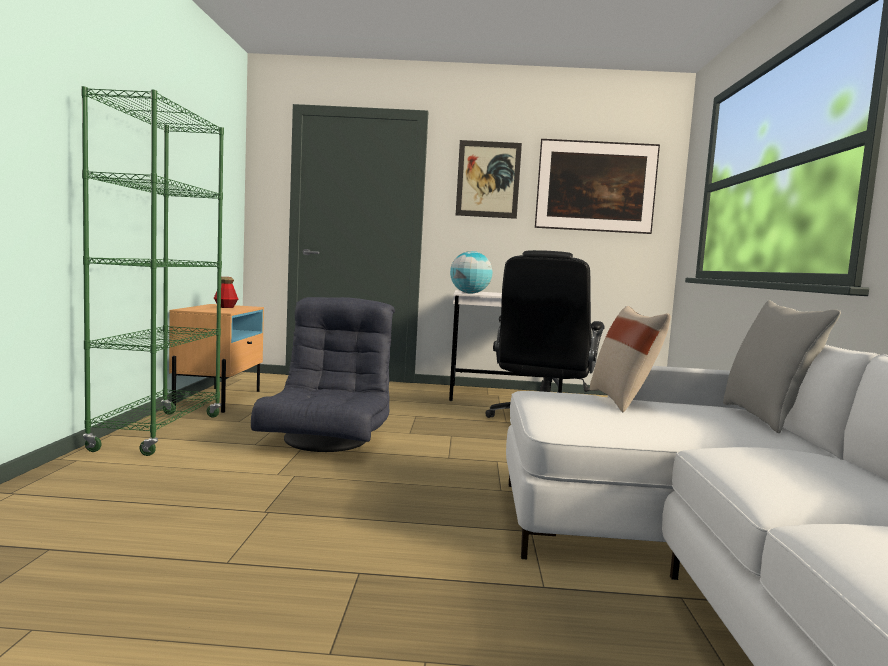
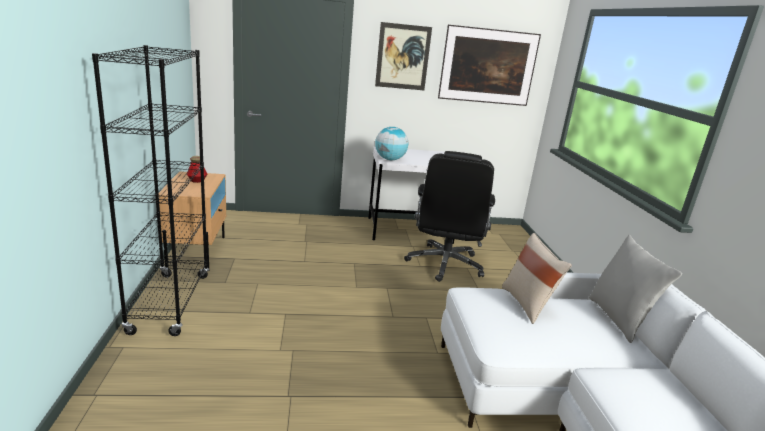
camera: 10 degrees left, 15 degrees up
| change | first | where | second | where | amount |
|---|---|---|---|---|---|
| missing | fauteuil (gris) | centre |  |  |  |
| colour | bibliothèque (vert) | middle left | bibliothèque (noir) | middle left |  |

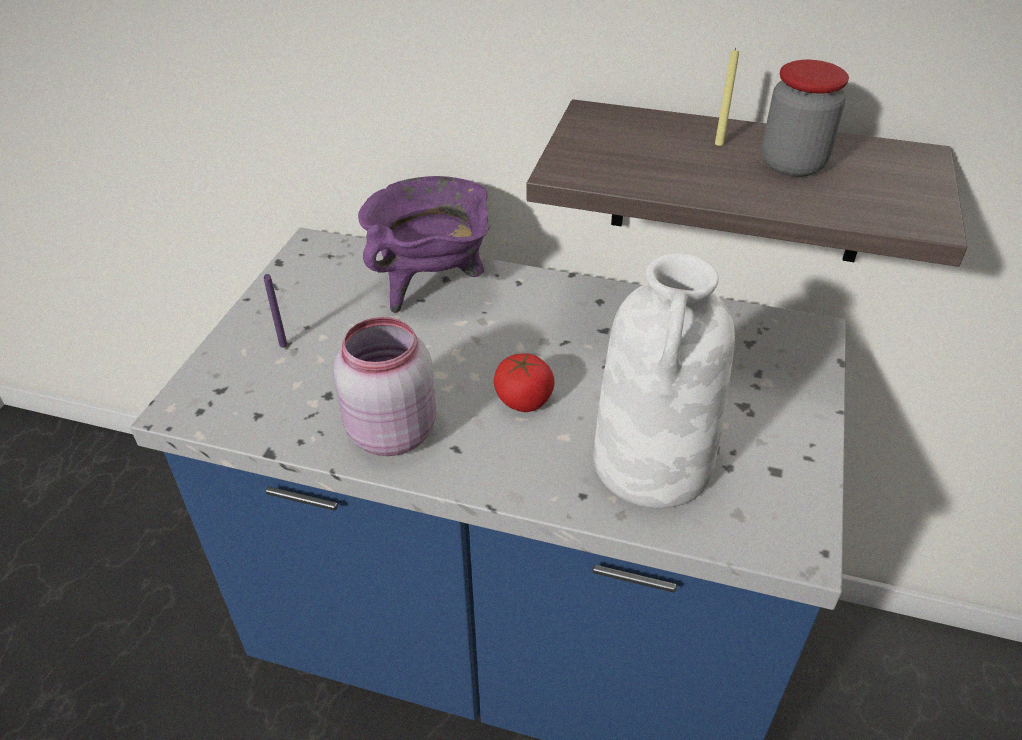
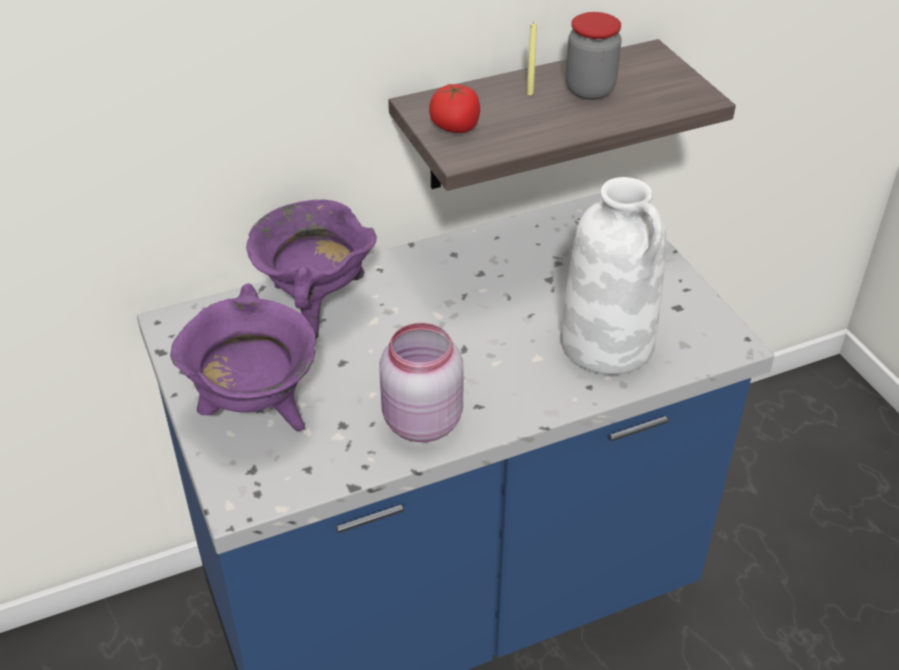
camera: 40 degrees left, 0 degrees up
| change | first | where | second | where | amount |
|---|---|---|---|---|---|
| relocated | tomate | centre |  | top centre |  |
| exchanged | bougie (violet) | middle left | marmite (violet) (no. 1 from left) | middle left |  |

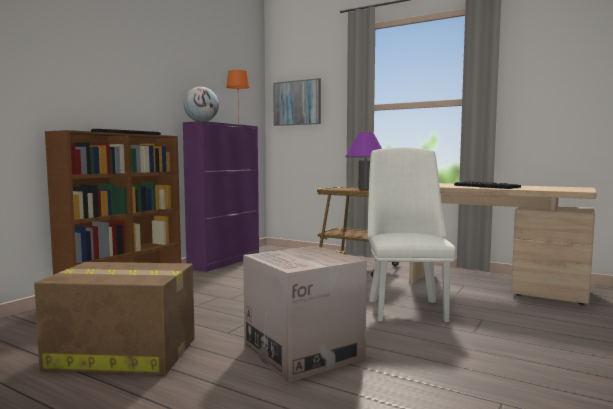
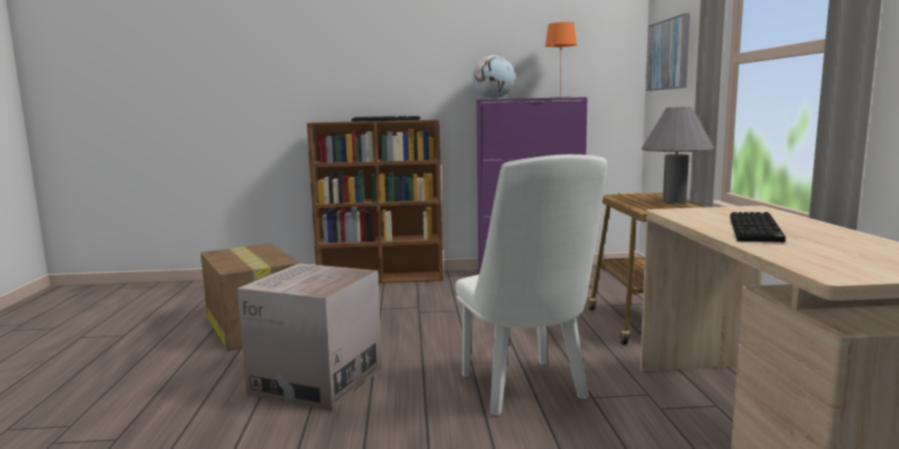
camera: 55 degrees right, 5 degrees up
| change | first | where | second | where | amount |
|---|---|---|---|---|---|
| colour | lampe de table (violet) | centre | lampe de table (gris) | middle right |  |
| spun | chaise (blanc) | middle right |  | centre | 105 degrees clockwise |

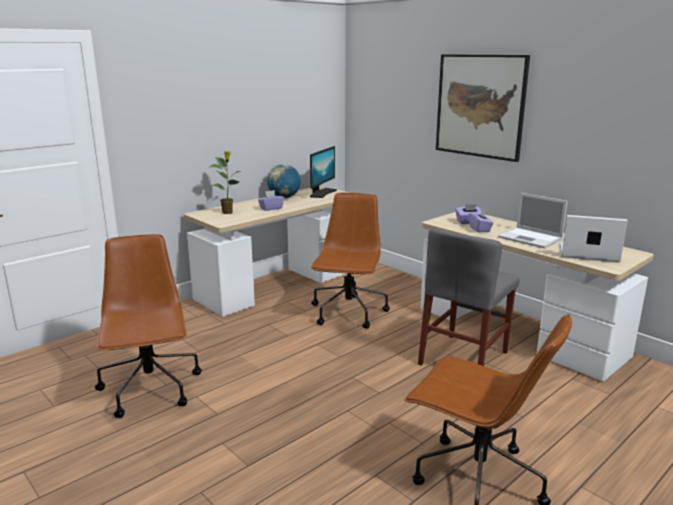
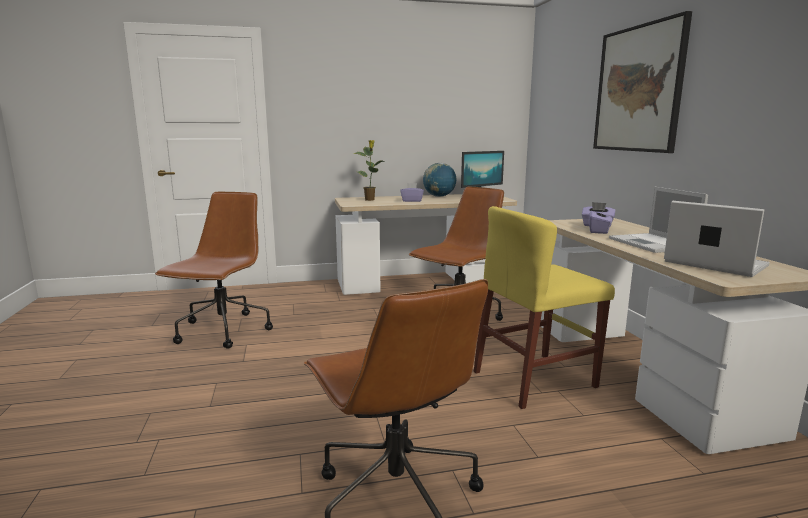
camera: 30 degrees right, 5 degrees down
| change | first | where | second | where | amount |
|---|---|---|---|---|---|
| colour | chaise (gris) | middle right | chaise (jaune) | middle right |  |

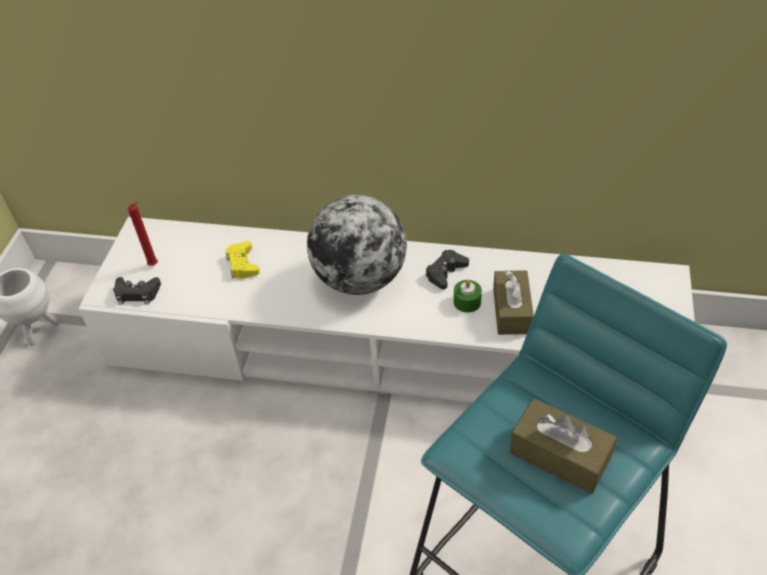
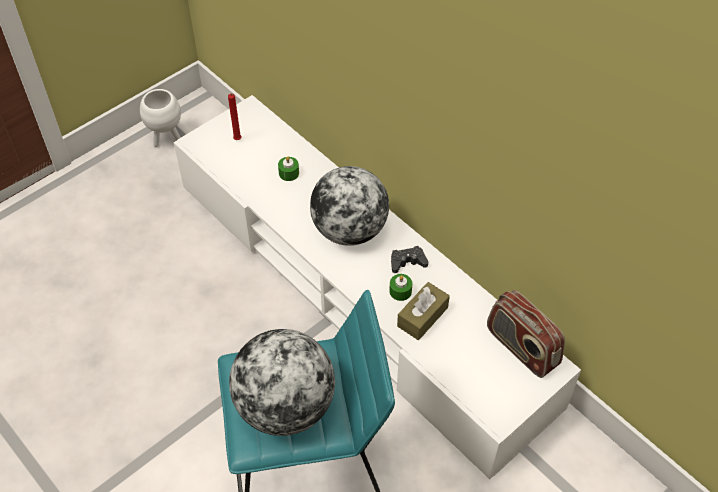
camera: 35 degrees right, 5 degrees up
| change | first | where | second | where | amount |
|---|---|---|---|---|---|
| missing | manette (noir) (no. 1 from left) | middle left |  |  |  |
| appeared |  |  | radio | bottom right |  |
| exchanged | manette (jaune) | middle left | bougie (vert) (no. 1 from left) | centre |  |
| exchanged | boîte à mouchoirs (marron) (no. 2 from left) | bottom right | globe (no. 1 from left) | bottom centre |  |

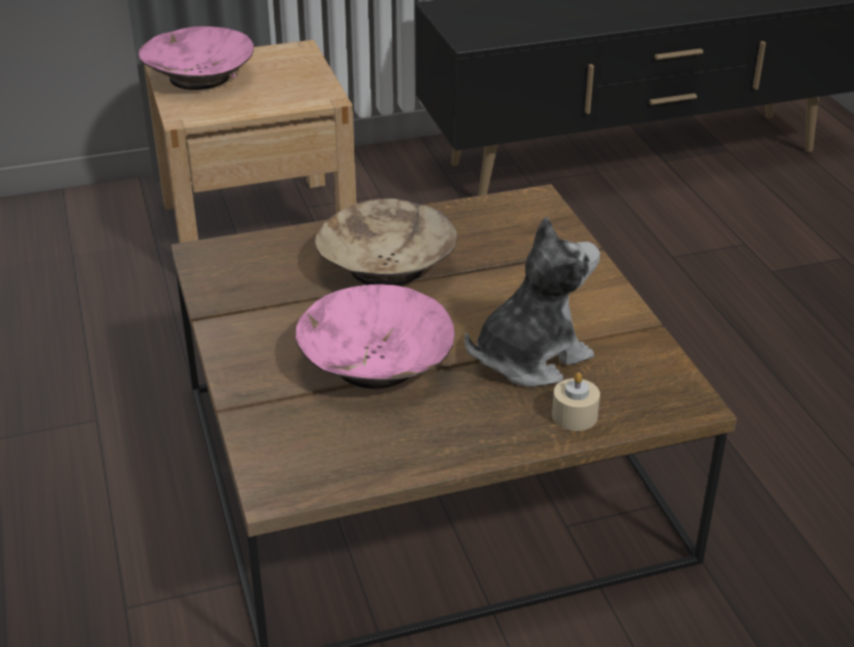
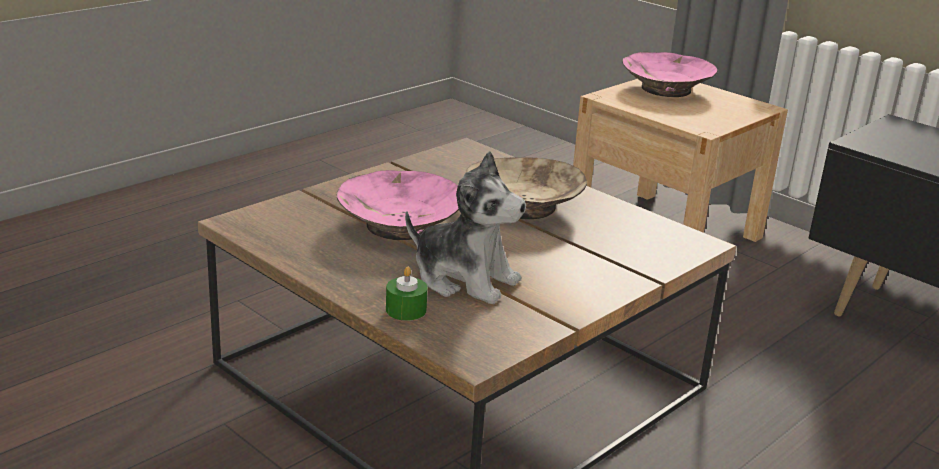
camera: 60 degrees right, 10 degrees down
| change | first | where | second | where | amount |
|---|---|---|---|---|---|
| colour | bougie (beige) | middle right | bougie (vert) | centre |  |

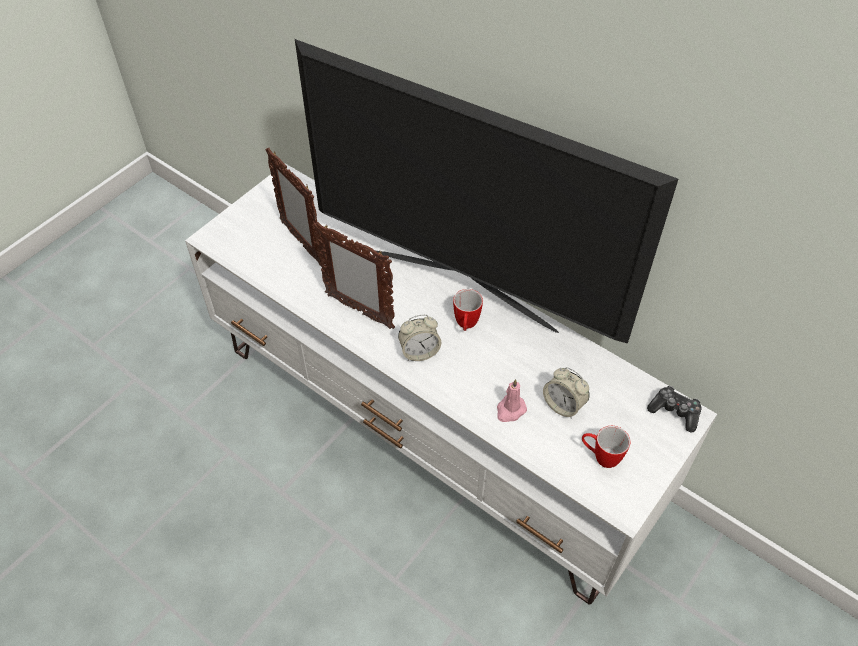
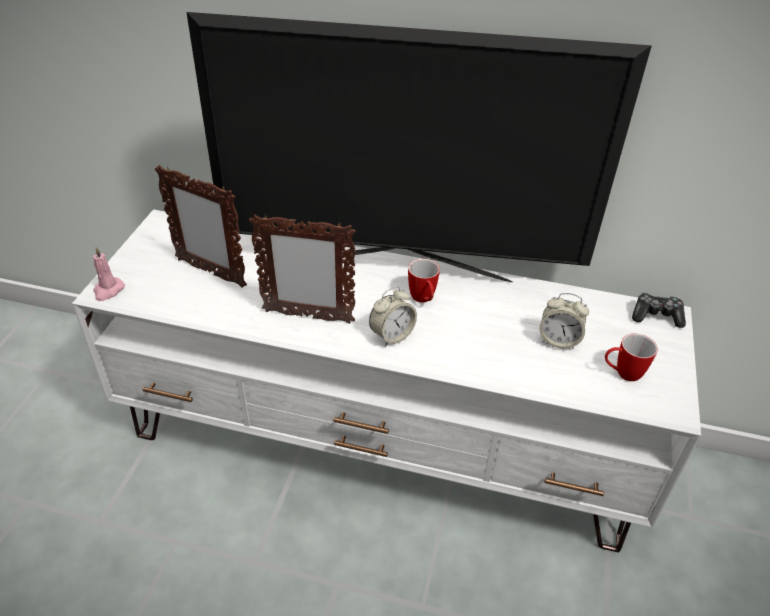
camera: 25 degrees left, 10 degrees down
| change | first | where | second | where | amount |
|---|---|---|---|---|---|
| relocated | bougie (rose) | centre |  | middle left |  |

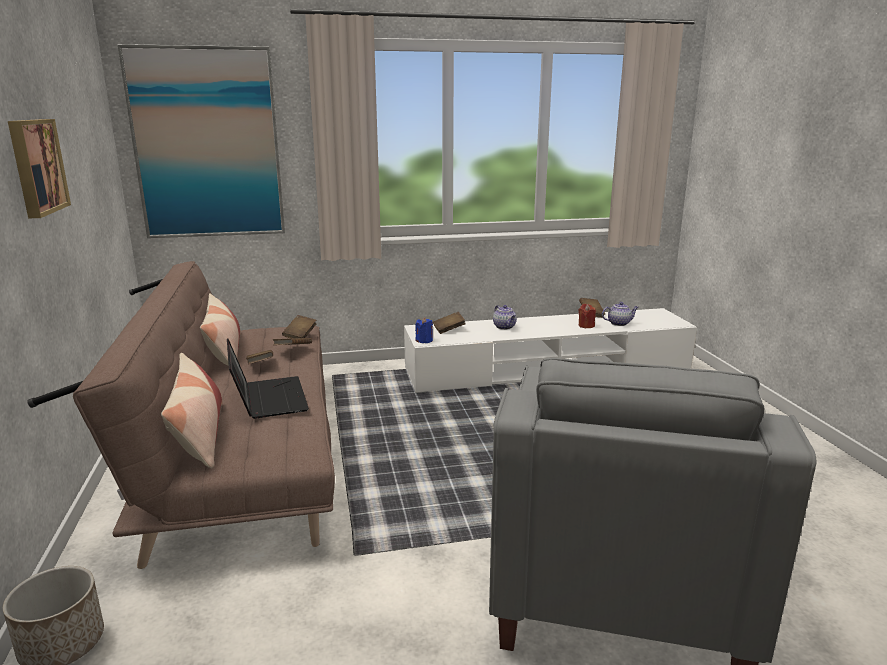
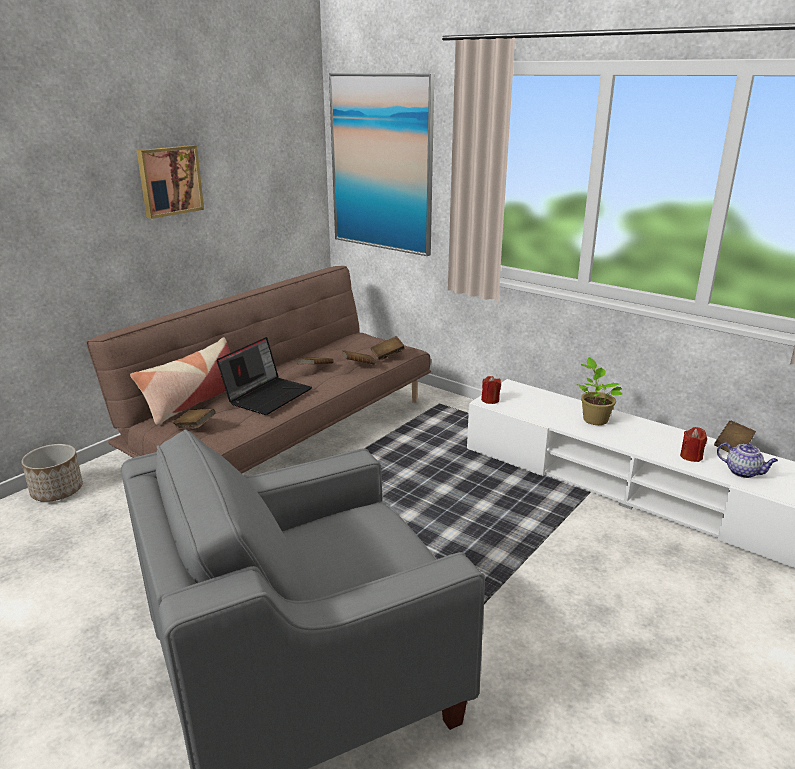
camera: 50 degrees right, 5 degrees up
| change | first | where | second | where | amount |
|---|---|---|---|---|---|
| missing | coussin (no. 2 from left) | middle left |  |  |  |
| relocated | livre (marron) (no. 4 from left in the first image) | centre | livre (marron) (no. 1 from left) | middle left |  |
| exchanged | théière (no. 1 from left) | centre | plante en pot | middle right |  |
| colour | bougie (bleu) | centre | bougie (rouge) (no. 1 from left) | centre |  |

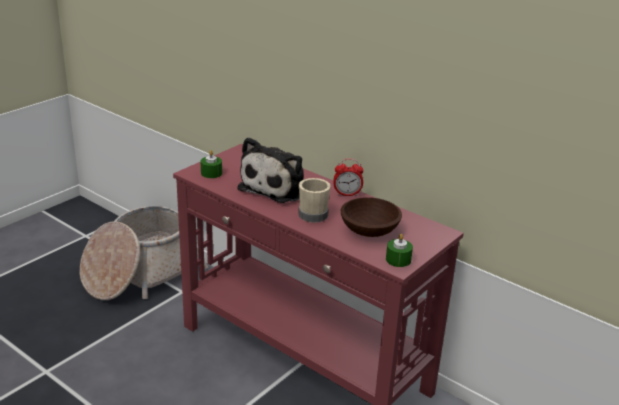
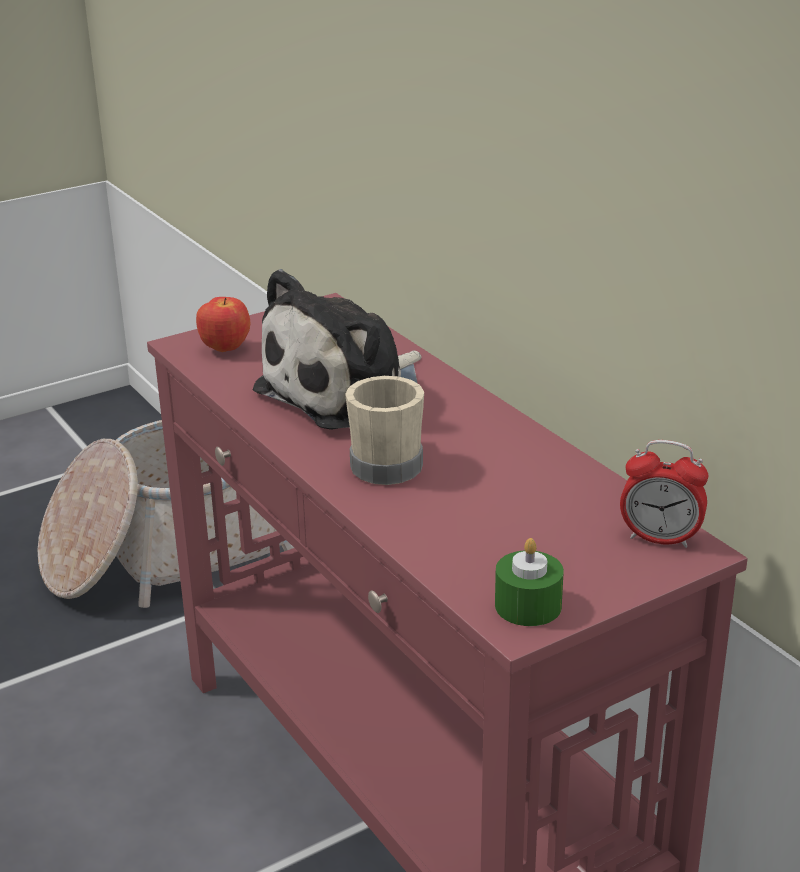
camera: 20 degrees right, 0 degrees up
| change | first | where | second | where | amount |
|---|---|---|---|---|---|
| missing | bol (marron) | centre |  |  |  |
| relocated | réveil | centre |  | middle right |  |
| exchanged | bougie (vert) (no. 1 from left) | centre | pomme | middle left |  |

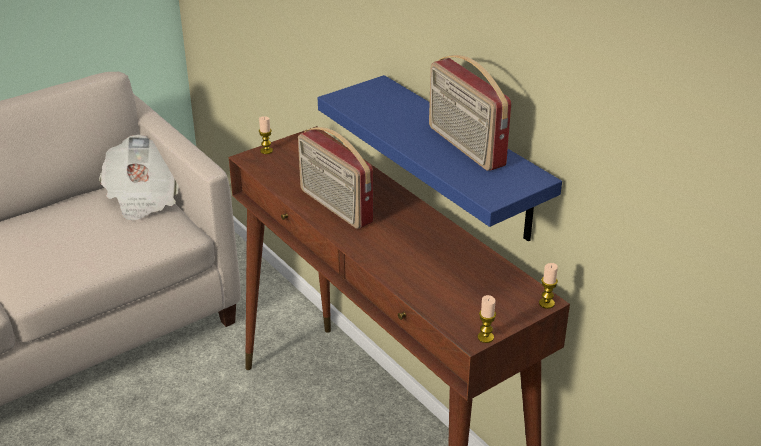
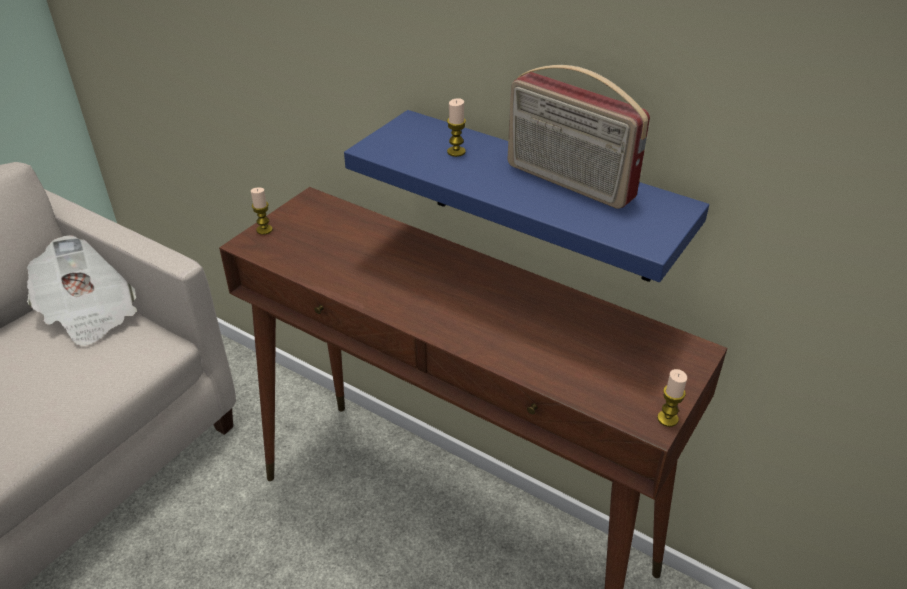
camera: 20 degrees left, 5 degrees up
| change | first | where | second | where | amount |
|---|---|---|---|---|---|
| missing | radio (no. 1 from left) | centre |  |  |  |
| relocated | bougie (no. 3 from left in the first image) | middle right | bougie (no. 2 from left) | top centre |  |

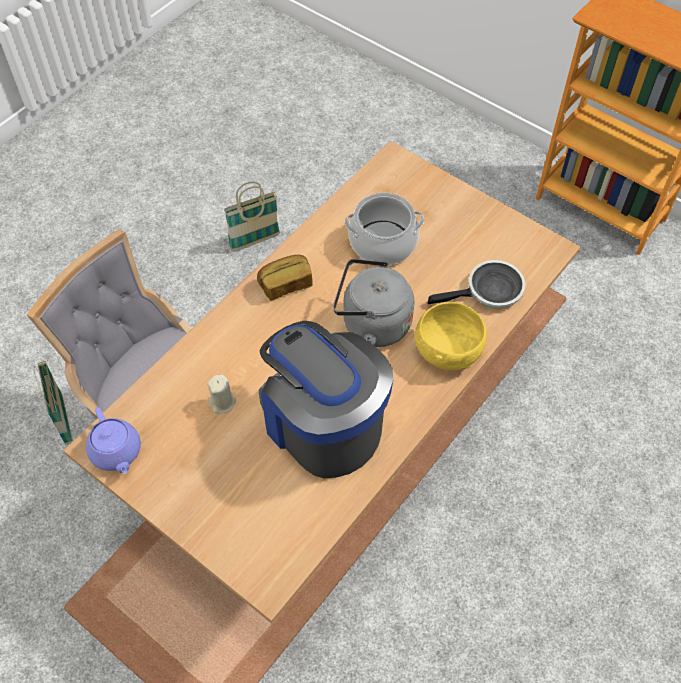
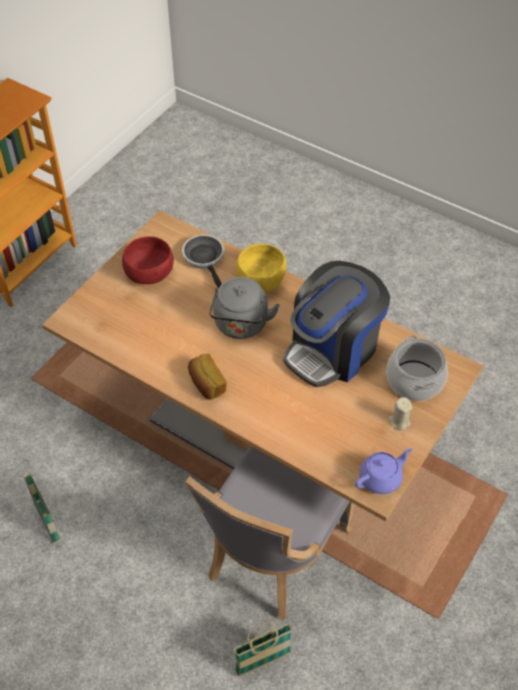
camera: 95 degrees left, 5 degrees down
| change | first | where | second | where | amount |
|---|---|---|---|---|---|
| appeared |  |  | bol (rouge) | middle left |  |
| relocated | bougie (beige) | middle left |  | middle right |  |
| relocated | marmite | centre |  | middle right |  |

